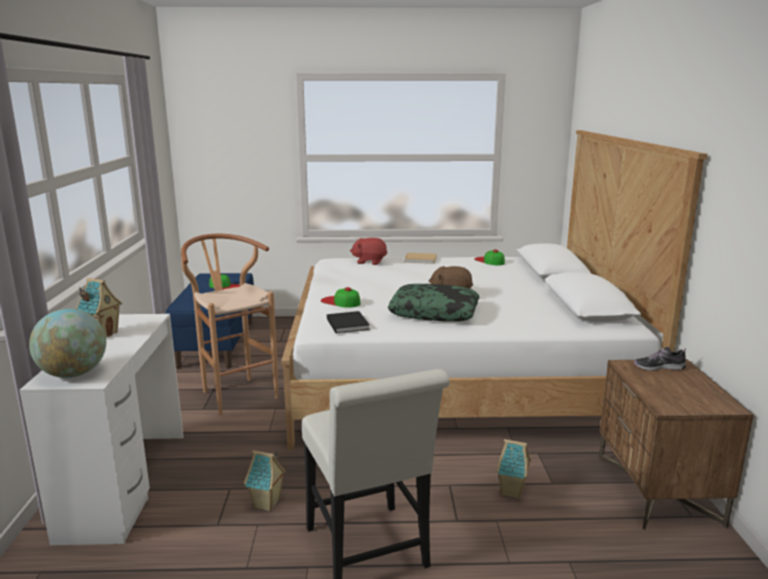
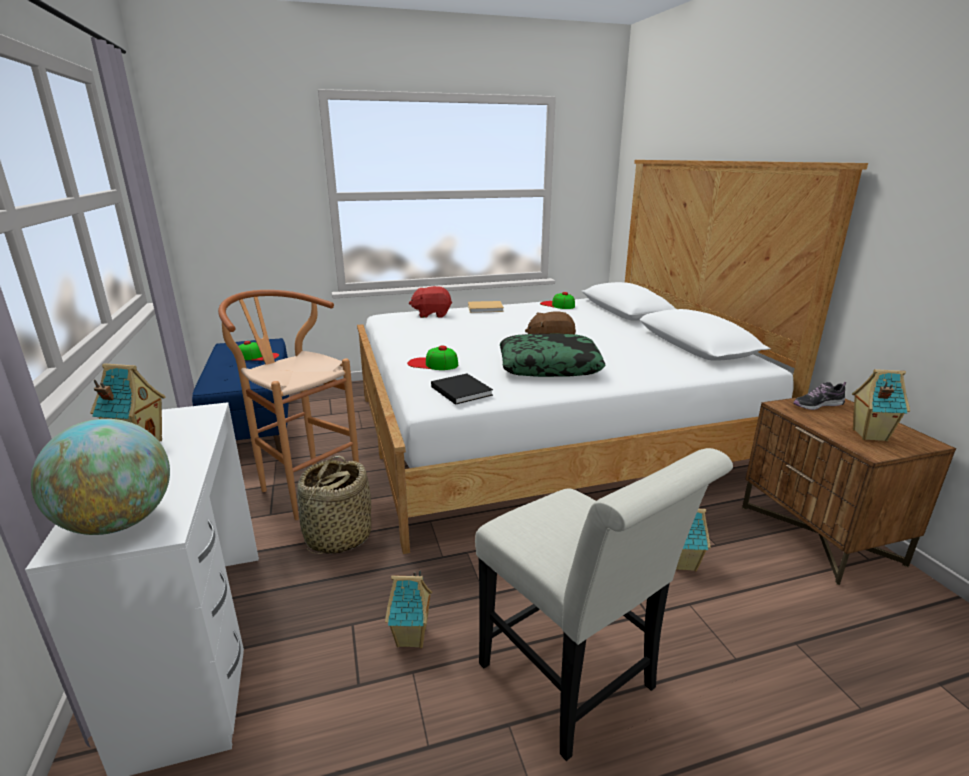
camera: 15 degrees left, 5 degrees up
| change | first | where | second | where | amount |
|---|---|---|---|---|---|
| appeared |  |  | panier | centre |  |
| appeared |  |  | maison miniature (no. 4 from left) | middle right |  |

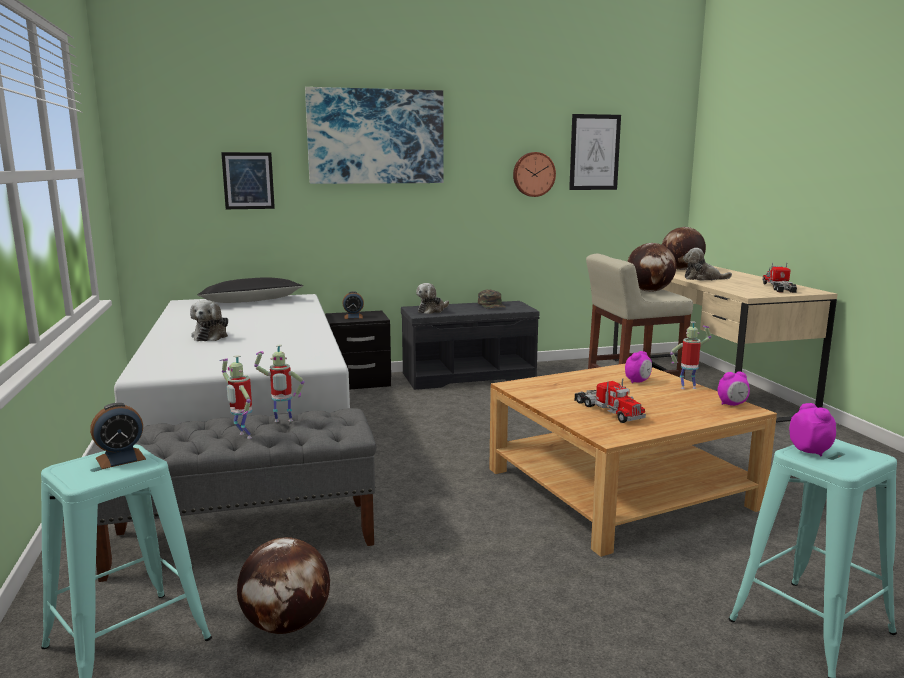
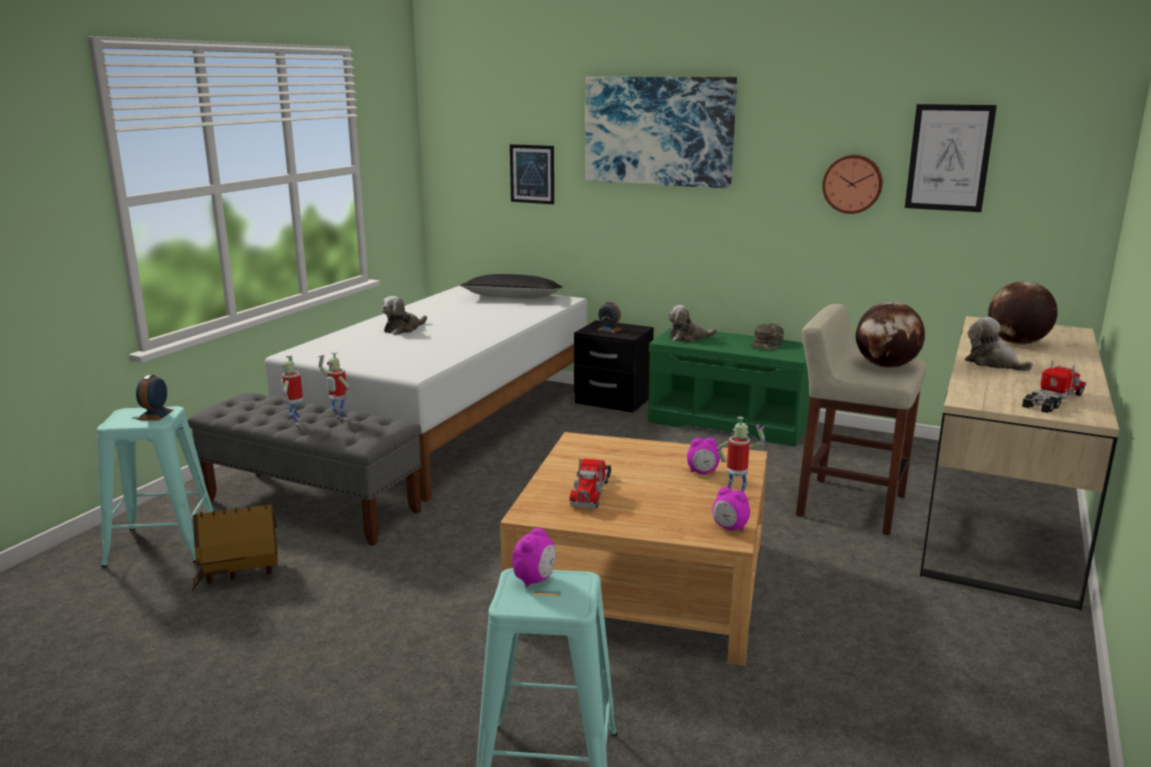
camera: 40 degrees right, 5 degrees up
| change | first | where | second | where | amount |
|---|---|---|---|---|---|
| exchanged | globe (no. 1 from left) | bottom left | maison miniature | bottom left |  |
| colour | banc (gris) (no. 2 from left) | centre | banc (vert) | centre |  |
| spun | réveil (no. 1 from left) | middle left |  | middle left | 90 degrees clockwise |

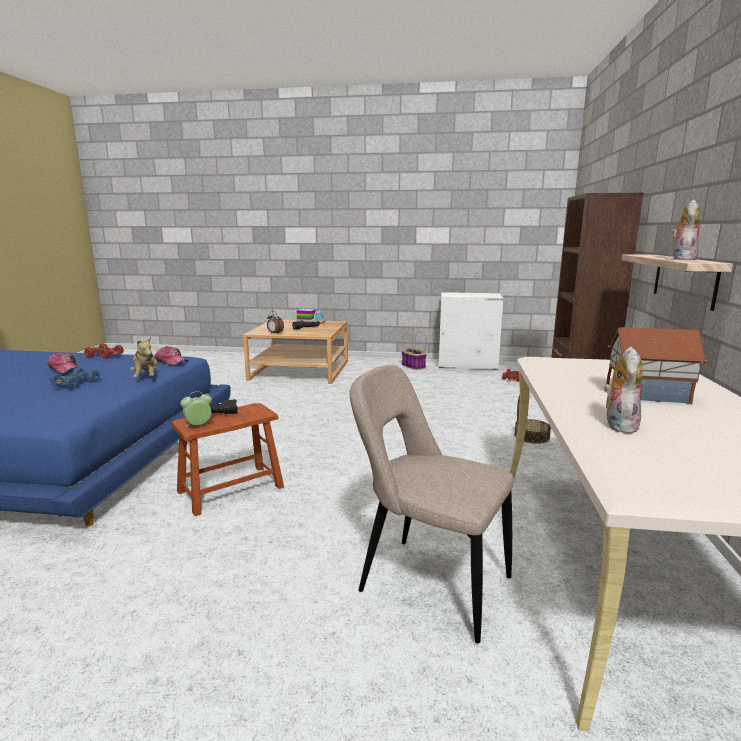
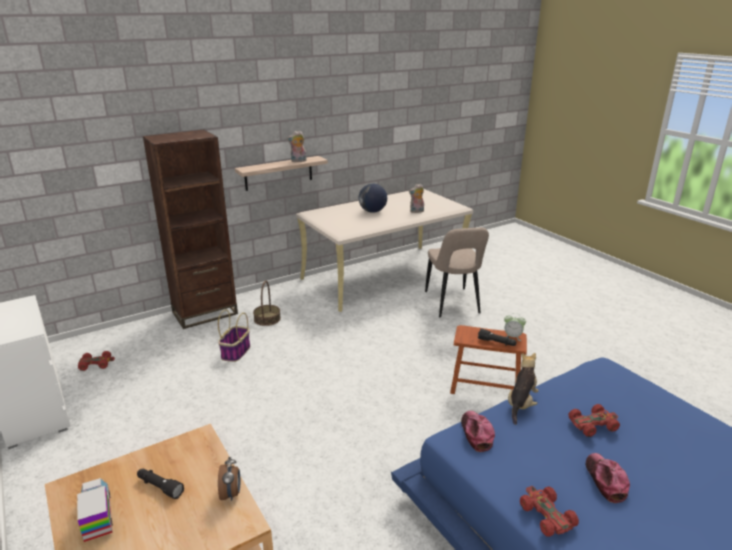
camera: 130 degrees left, 10 degrees up
| change | first | where | second | where | amount |
|---|---|---|---|---|---|
| relocated | panier (no. 1 from left) | centre |  | middle left |  |
| exchanged | maison miniature | middle right | globe | centre |  |
| colour | petite voiture (bleu) | middle left | petite voiture (rouge) (no. 3 from left) | bottom right |  |

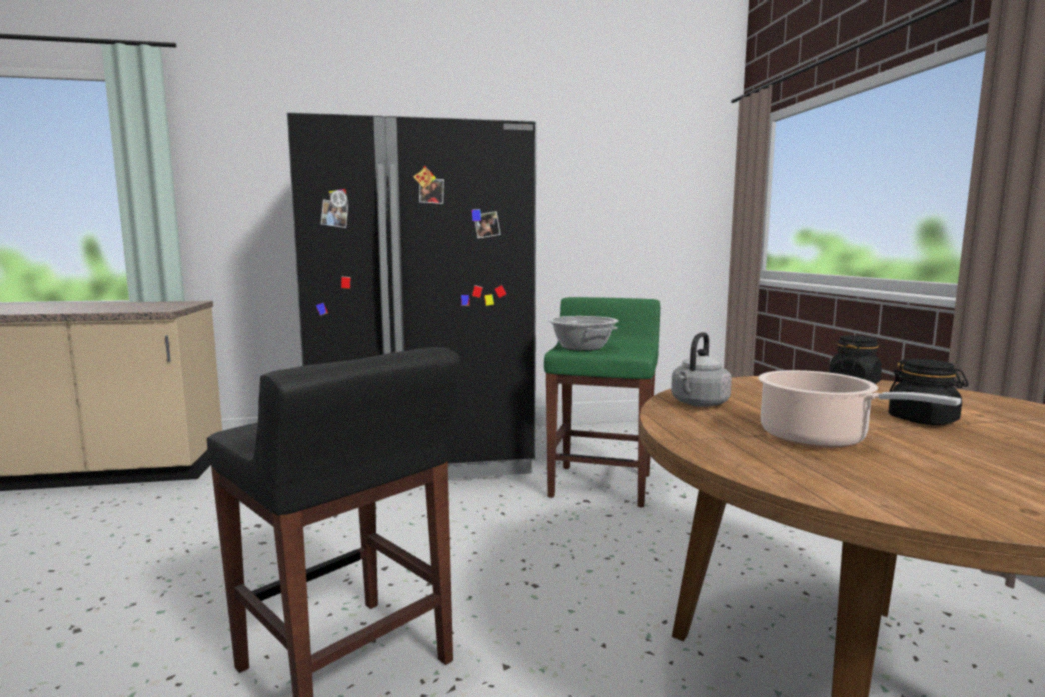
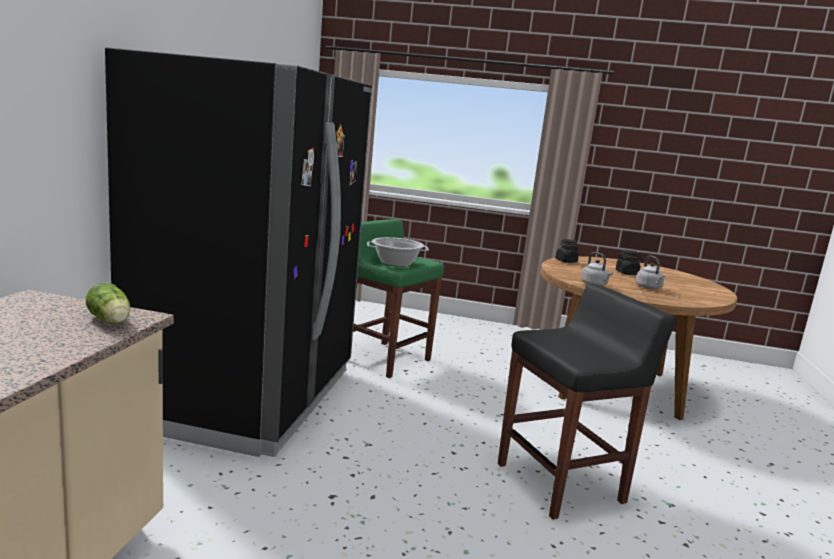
camera: 70 degrees left, 5 degrees up
| change | first | where | second | where | amount |
|---|---|---|---|---|---|
| appeared |  |  | laitue | middle left |  |
| exchanged | marmite (no. 2 from left) | middle right | bouilloire (gris) (no. 2 from left) | middle right |  |

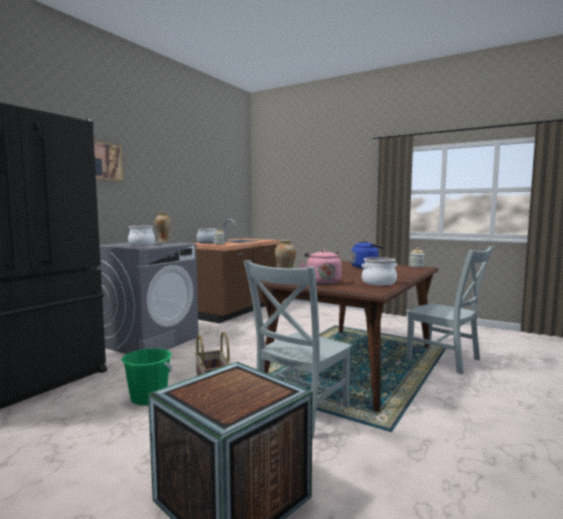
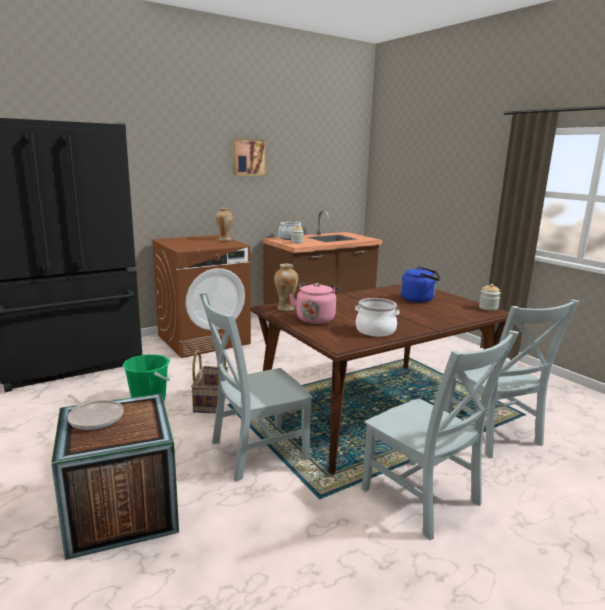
camera: 25 degrees right, 10 degrees up
| change | first | where | second | where | amount |
|---|---|---|---|---|---|
| missing | marmite (no. 1 from left) | middle left |  |  |  |
| appeared |  |  | poêle | bottom left |  |
| appeared |  |  | chaise (gris) (no. 2 from left) | bottom right |  |
| relocated | tableau | top left |  | top centre |  |
| colour | lave-linge (gris) | middle left | lave-linge (marron) | middle left |  |

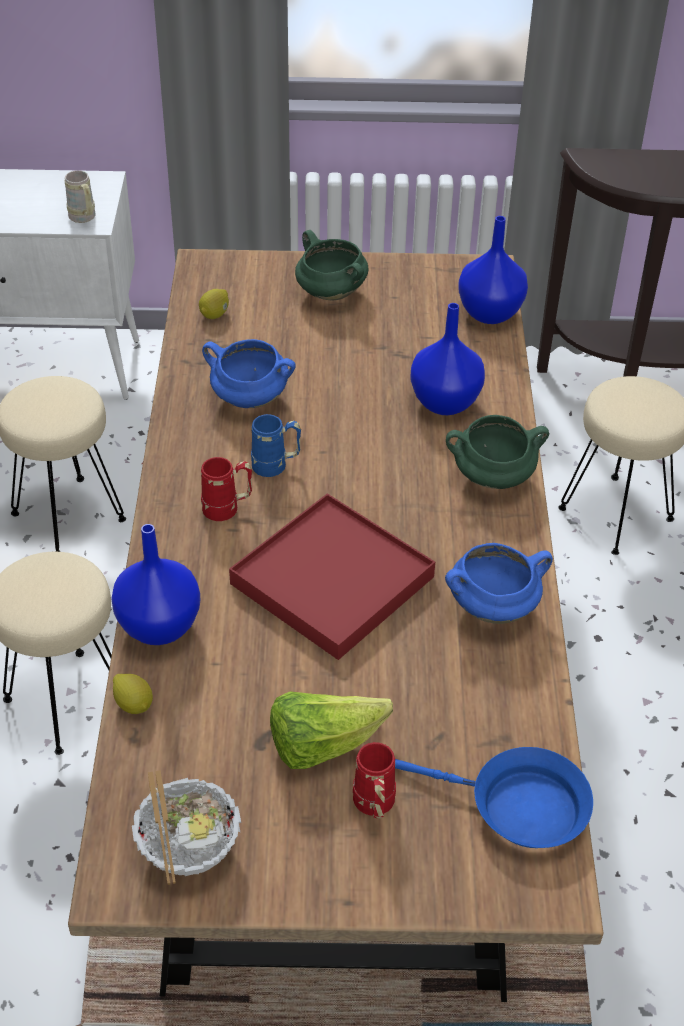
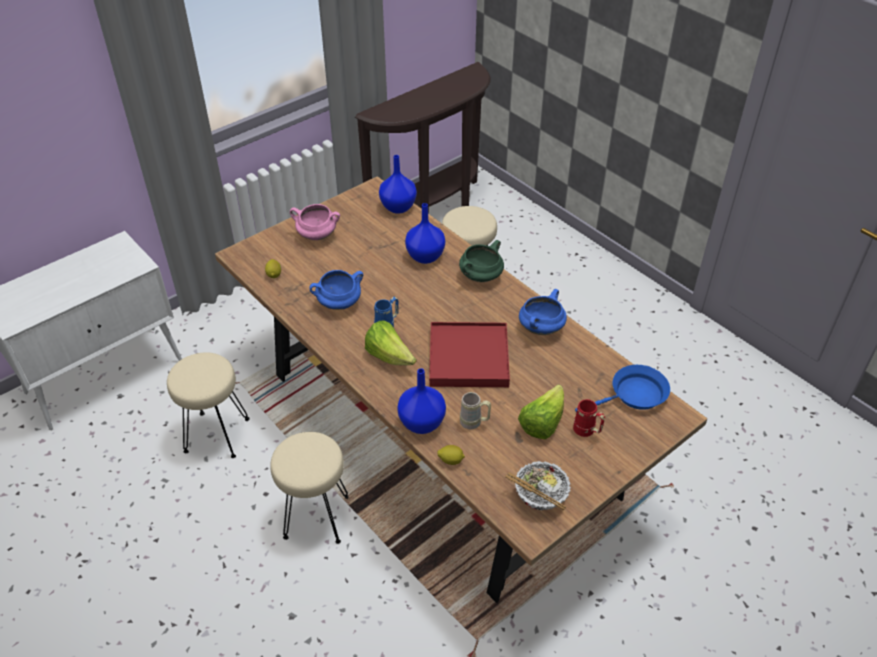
camera: 40 degrees left, 0 degrees up
| change | first | where | second | where | amount |
|---|---|---|---|---|---|
| relocated | mug (beige) | top left |  | centre |  |
| exchanged | mug (rouge) (no. 1 from left) | middle left | laitue (no. 1 from left) | centre |  |
| colour | marmite (vert) (no. 1 from left) | top centre | marmite (rose) | centre |  |

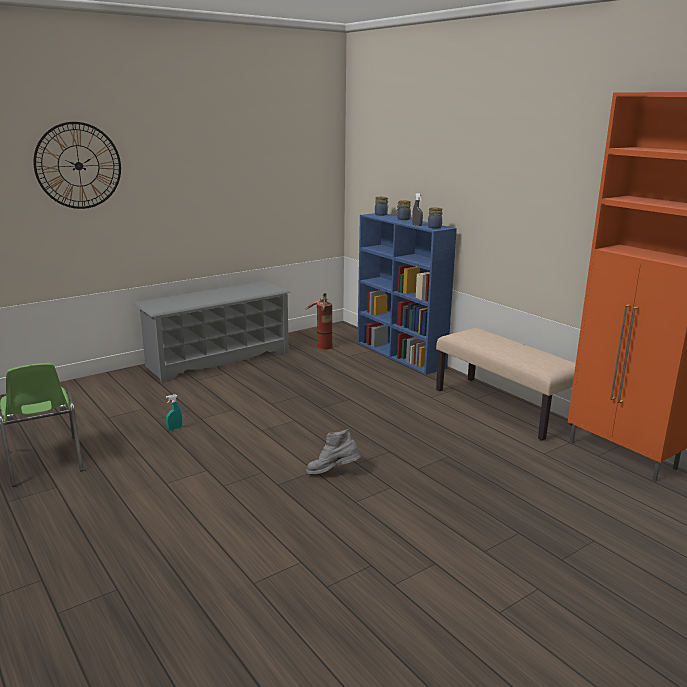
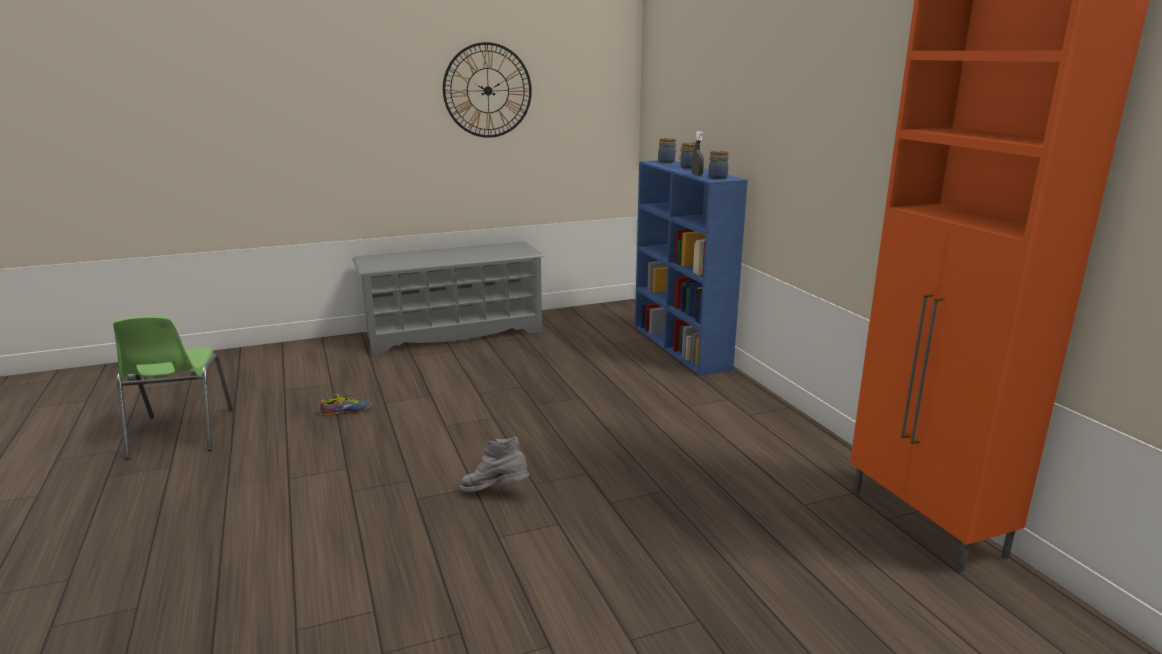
camera: 15 degrees right, 0 degrees up
| change | first | where | second | where | amount |
|---|---|---|---|---|---|
| missing | extincteur | centre |  |  |  |
| missing | banc (beige) | middle right |  |  |  |
| relocated | horloge murale | top left |  | top centre |  |
| exchanged | vaporisateur (turquoise) | middle left | chaussure | middle left |  |

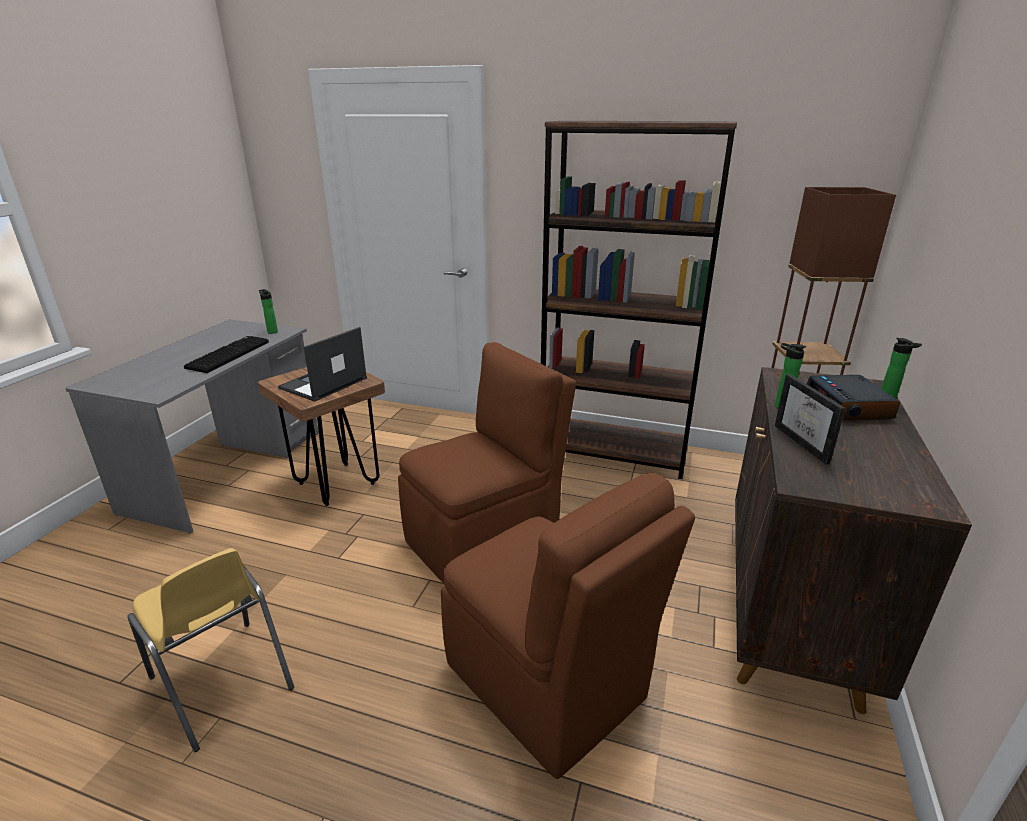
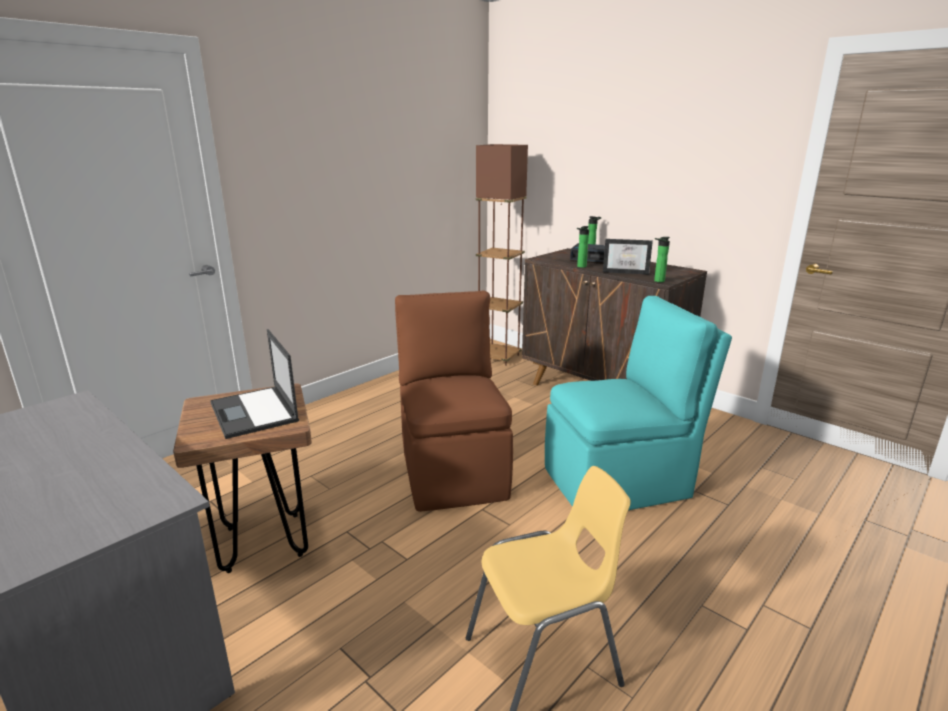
camera: 65 degrees left, 5 degrees down
| change | first | where | second | where | amount |
|---|---|---|---|---|---|
| missing | clavier | middle left |  |  |  |
| missing | bibliothèque (marron) | centre |  |  |  |
| relocated | bouteille (no. 1 from left in the first image) | middle left | bouteille (no. 3 from left) | middle right |  |
| colour | chaise (marron) (no. 2 from left) | bottom centre | chaise (turquoise) | middle right |  |

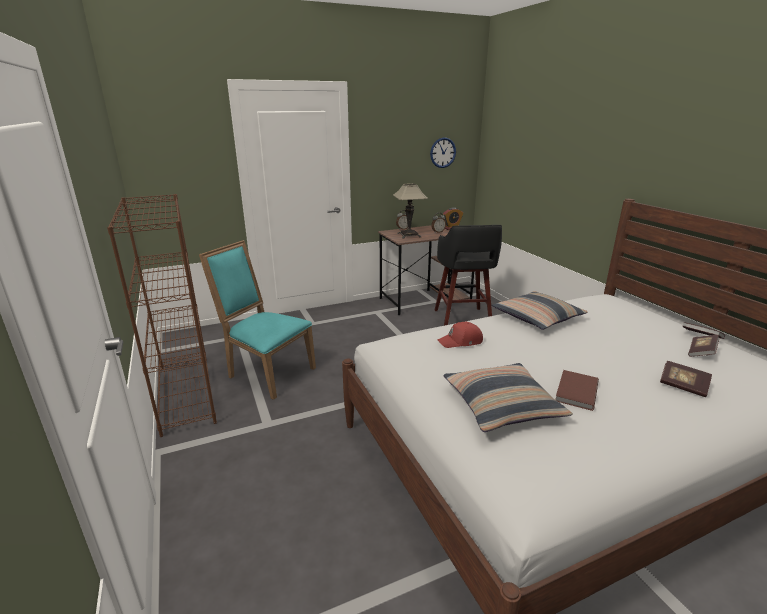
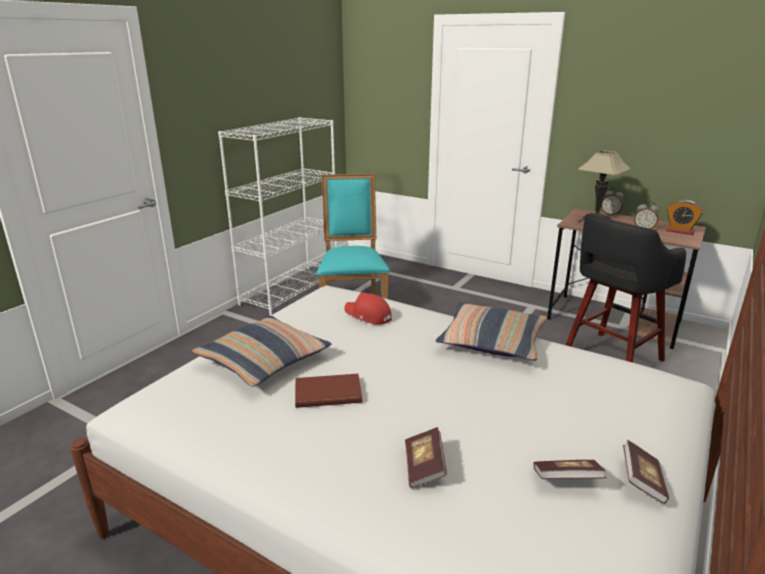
camera: 55 degrees right, 0 degrees up
| change | first | where | second | where | amount |
|---|---|---|---|---|---|
| missing | horloge murale | top centre |  |  |  |
| colour | bibliothèque (marron) | middle left | bibliothèque (blanc) | centre |  |

